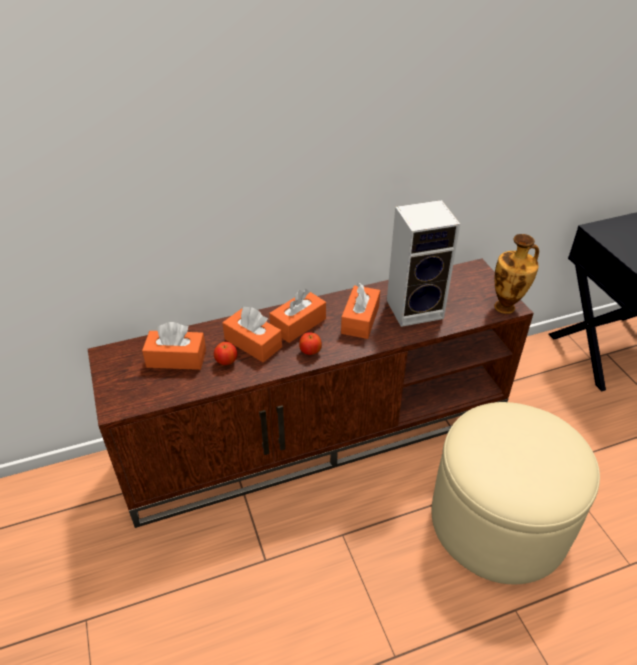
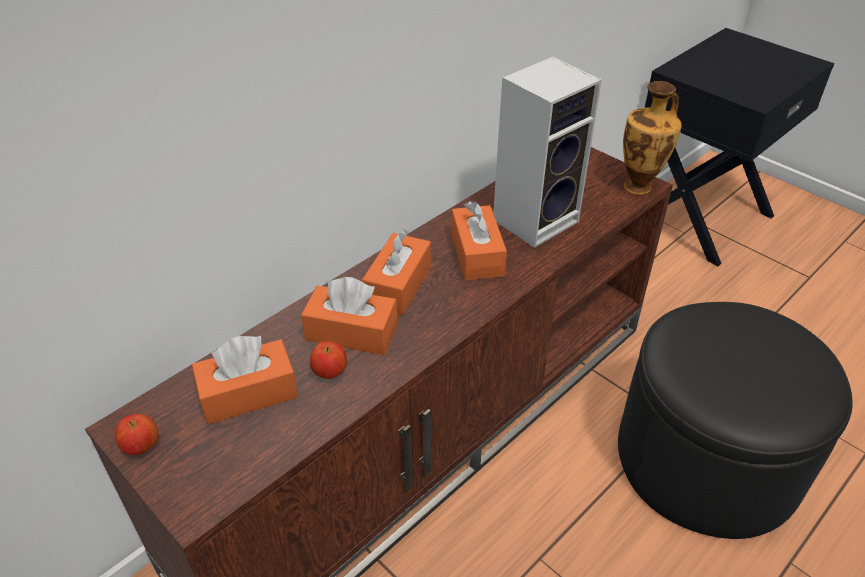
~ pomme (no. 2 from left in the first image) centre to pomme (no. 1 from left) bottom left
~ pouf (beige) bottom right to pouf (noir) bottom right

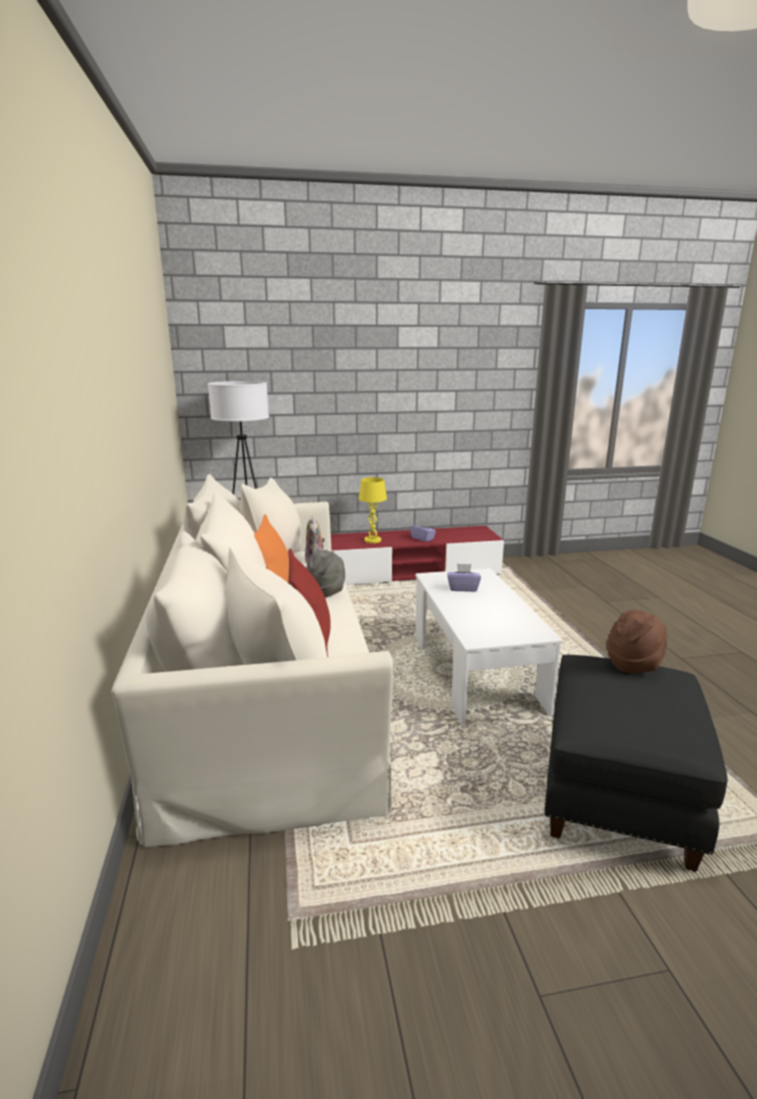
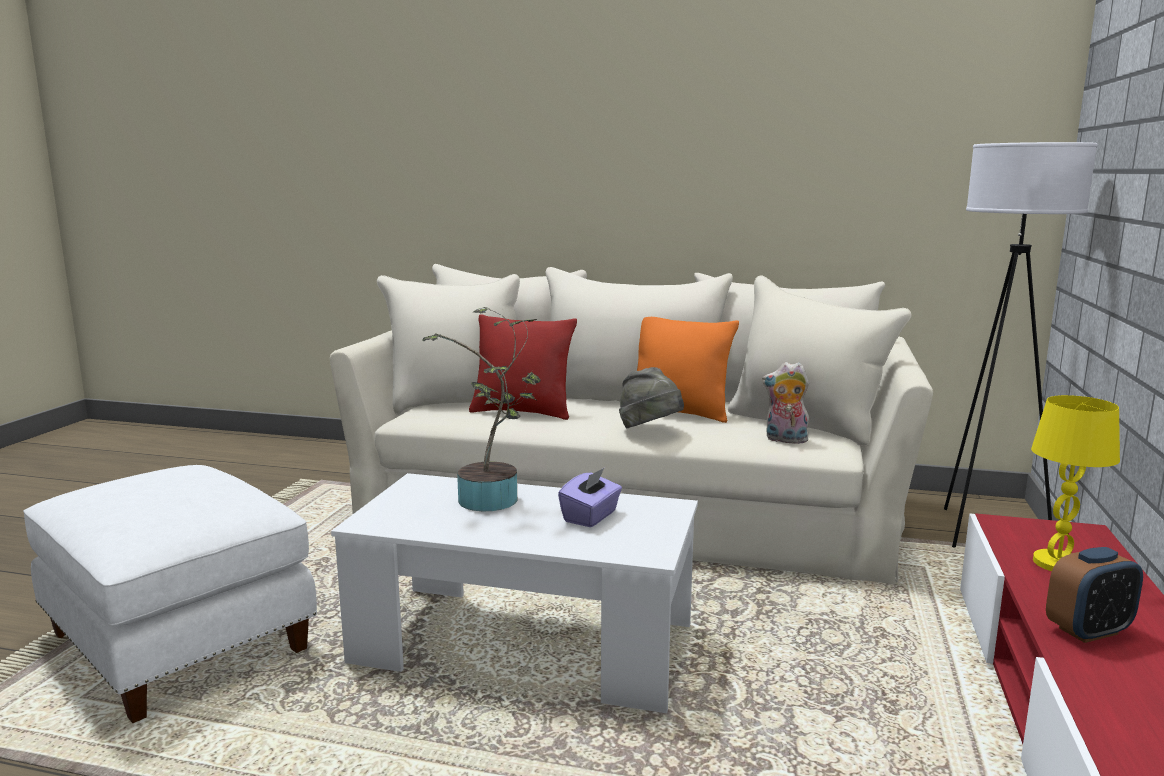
~ pouf (noir) bottom right to pouf (blanc) bottom left
+ plante en pot centre
~ boîte à mouchoirs (violet) (no. 1 from left) centre to réveil bottom right
- chapeau (marron) middle right

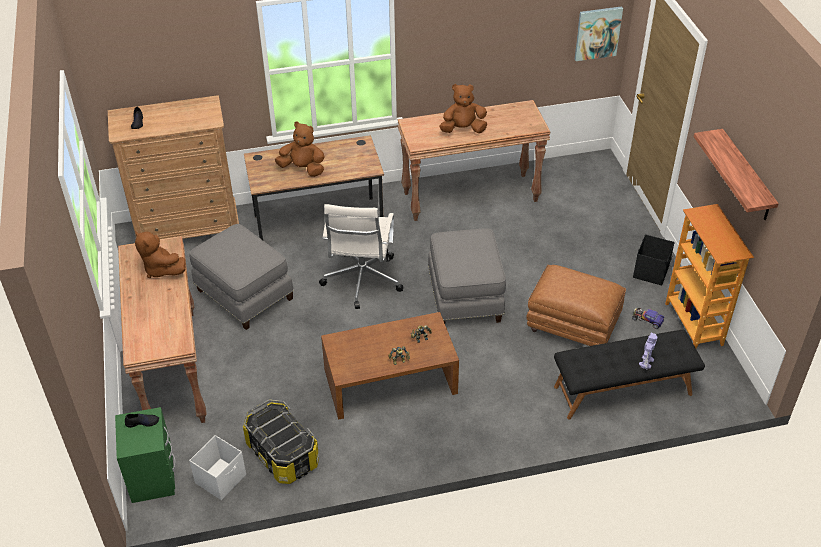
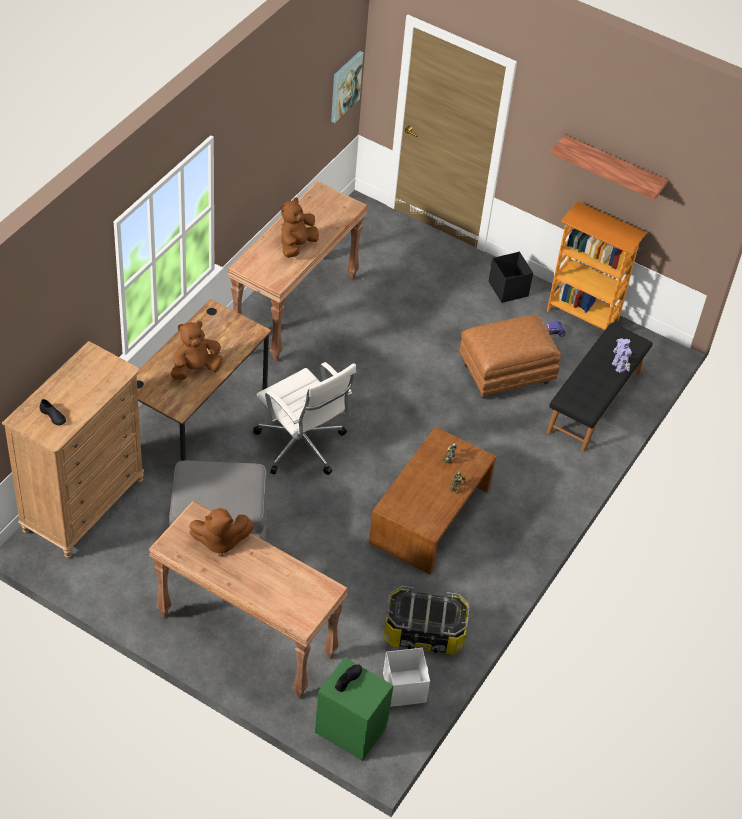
- pouf (gris) (no. 2 from left) centre

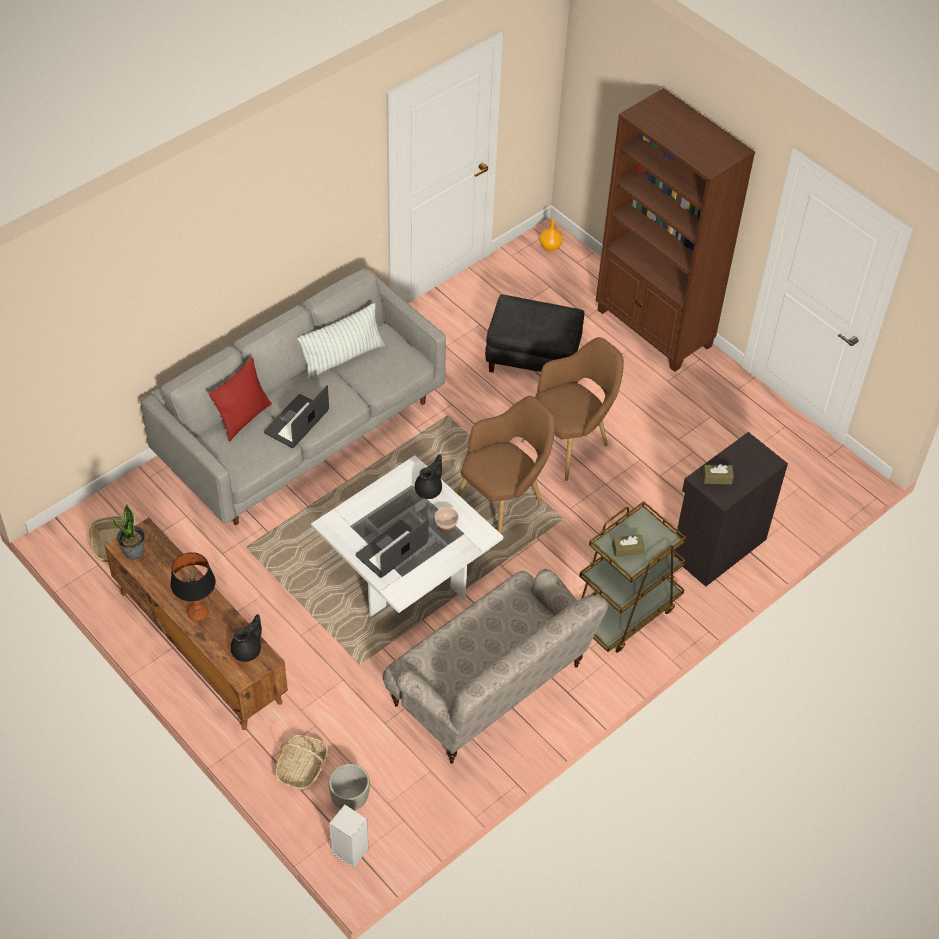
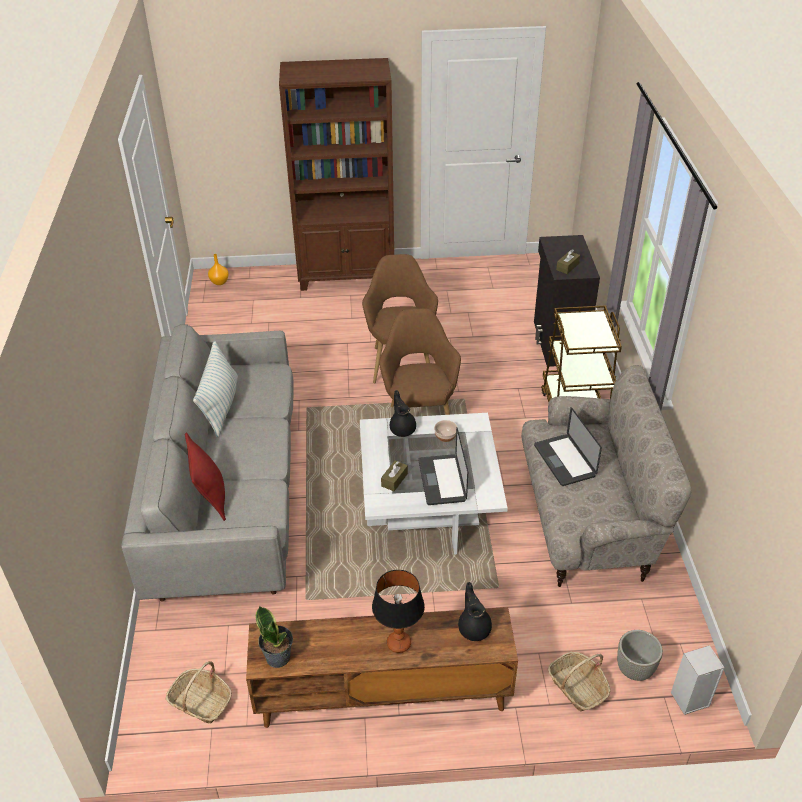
~ boîte à mouchoirs (marron) (no. 1 from left) middle right to centre
~ ordinateur portable (no. 1 from left in the first image) middle left to ordinateur portable (no. 2 from left) middle right
- pouf (noir) centre

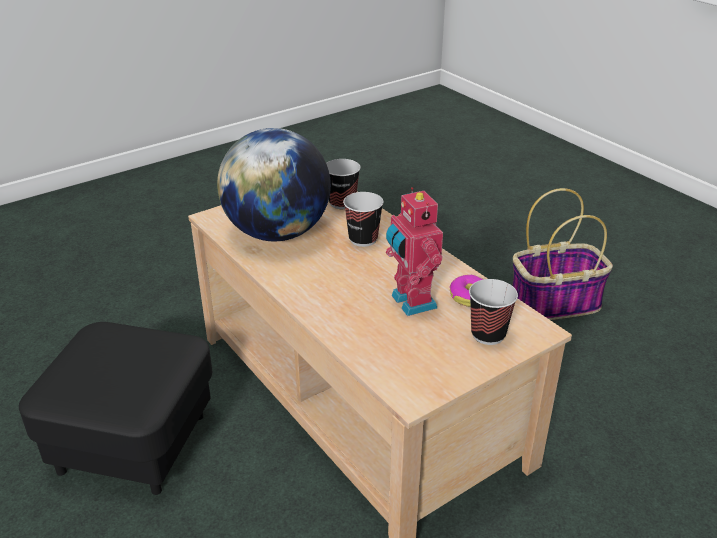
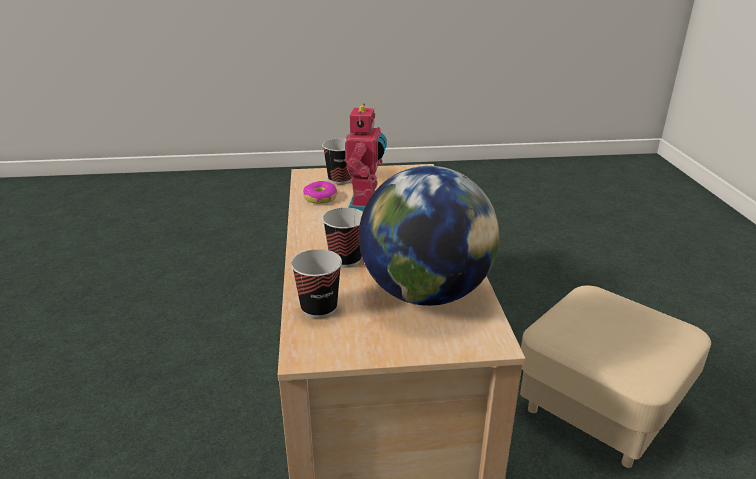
~ pouf (noir) bottom left to pouf (beige) bottom right
- panier middle right

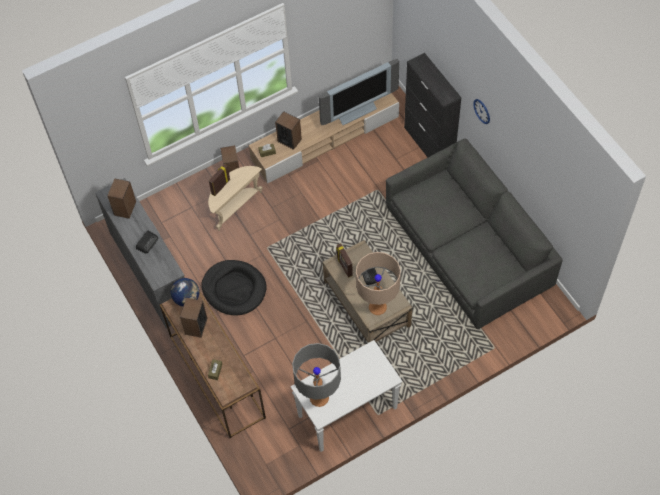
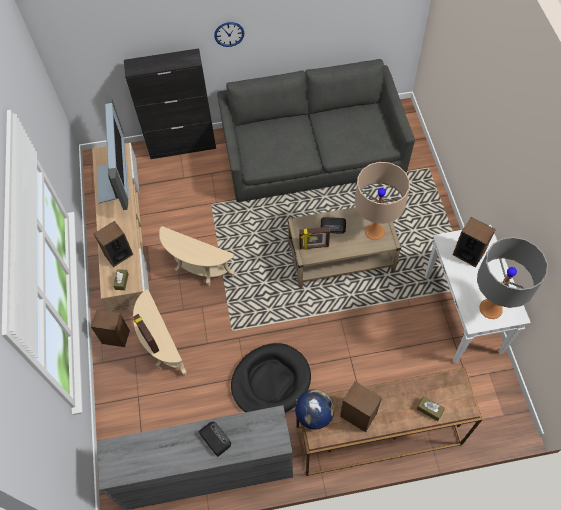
+ table d'appoint (beige) (no. 2 from left) centre
~ enceinte (no. 1 from left in the first image) middle left to enceinte (no. 4 from left) middle right

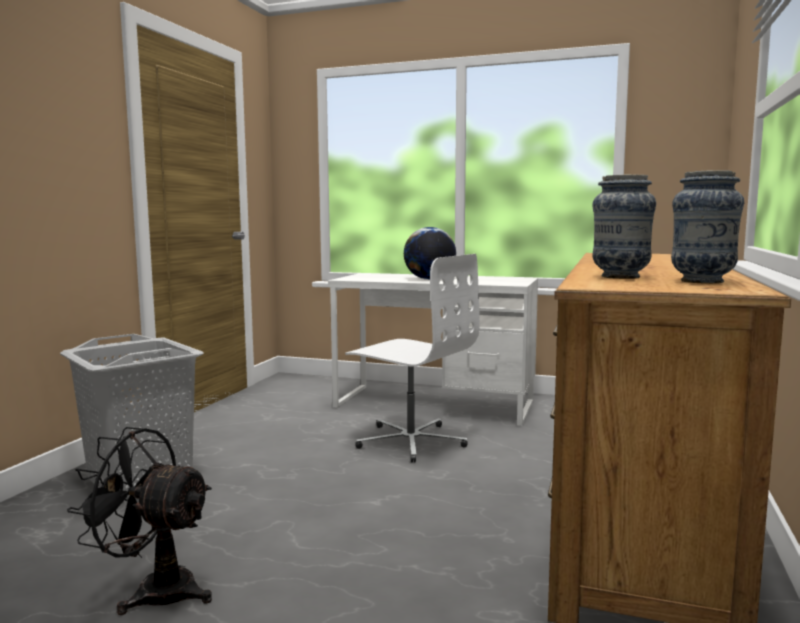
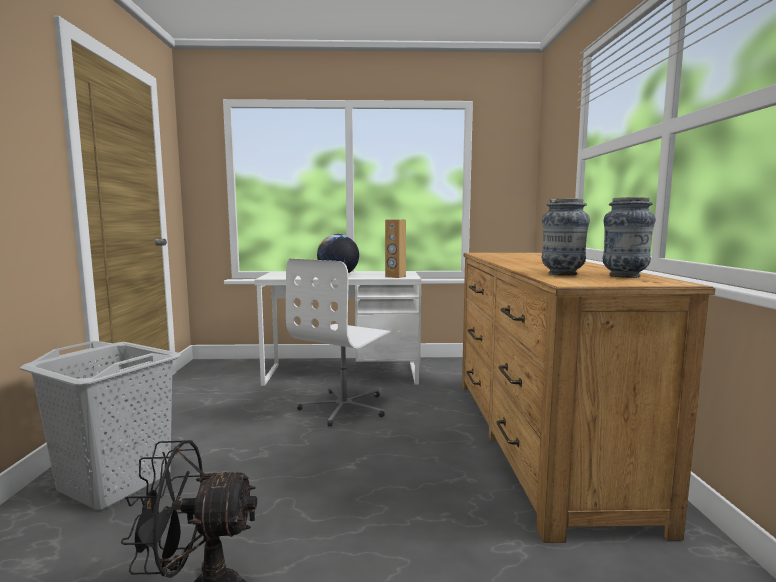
~ chaise de bureau (blanc) centre = centre 105 degrees clockwise
+ enceinte (marron) centre

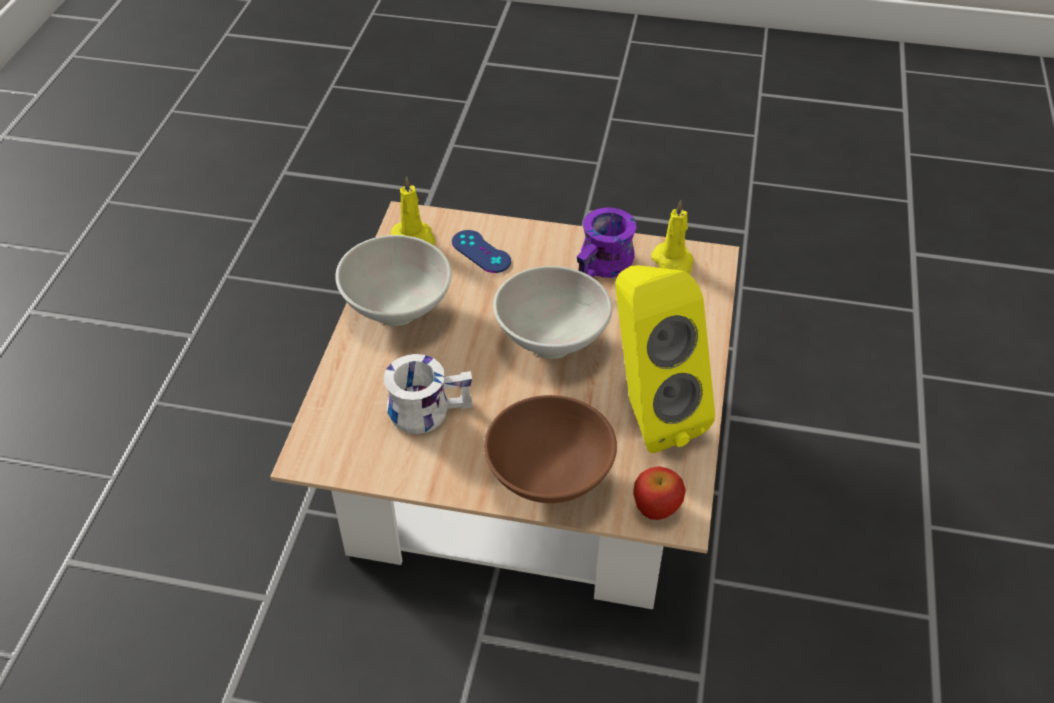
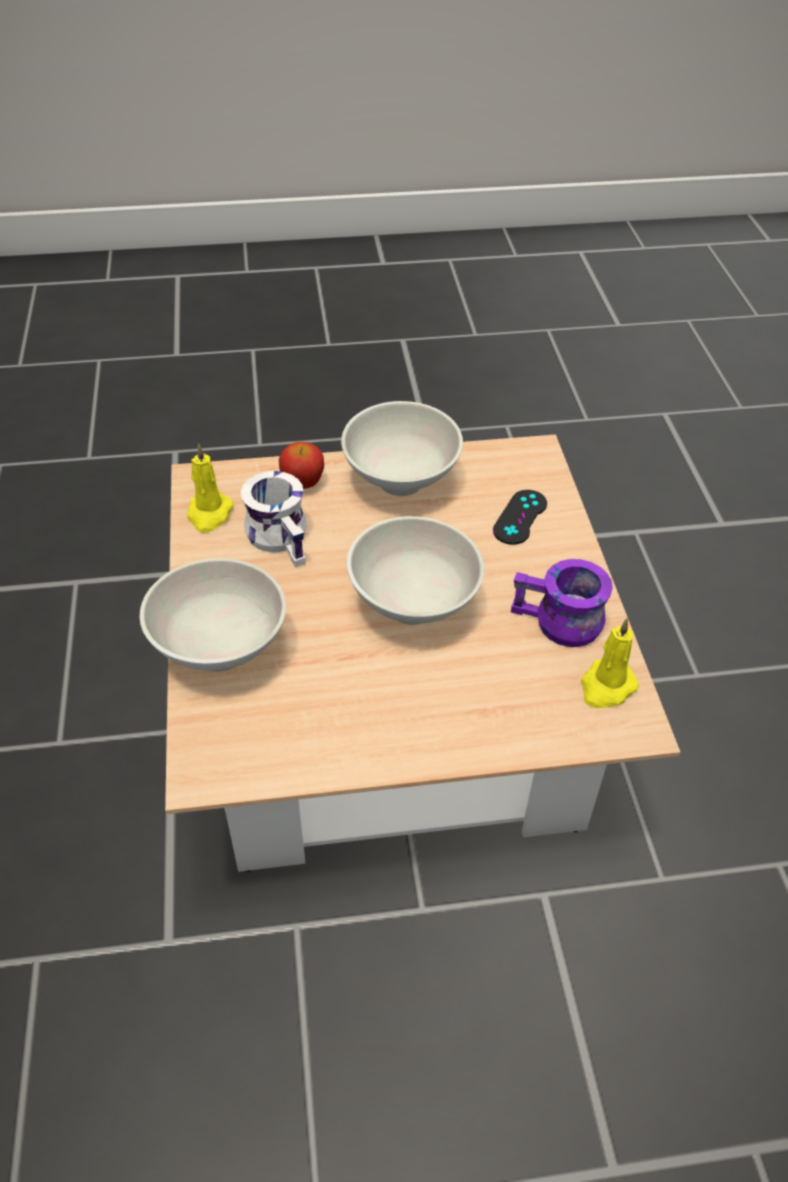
~ bol (marron) centre to bol (blanc) (no. 1 from left) middle left
~ bougie (jaune) (no. 1 from left) top centre to middle left
~ pomme bottom centre to centre
~ manette (bleu) centre to manette (noir) centre
- enceinte (jaune) centre

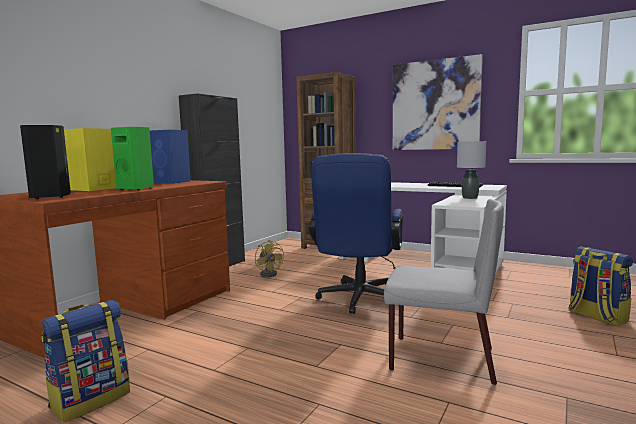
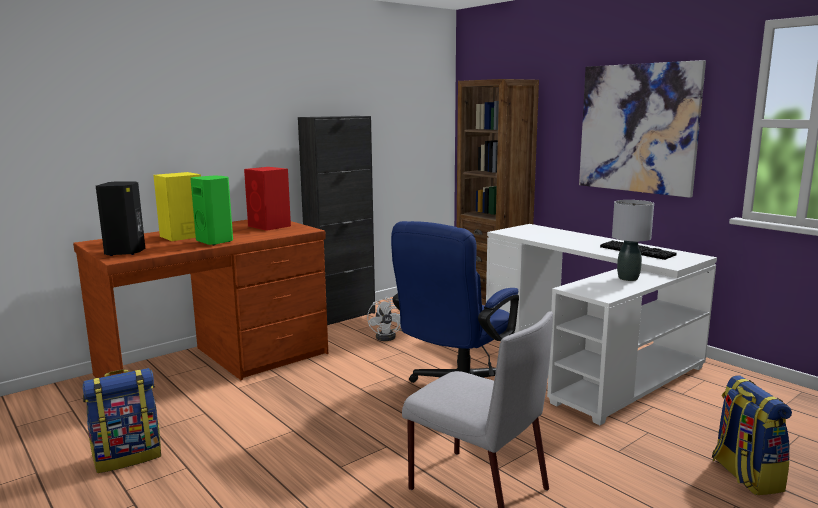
~ enceinte (bleu) middle left to enceinte (rouge) middle left
~ ventilateur (jaune) centre to ventilateur (blanc) centre

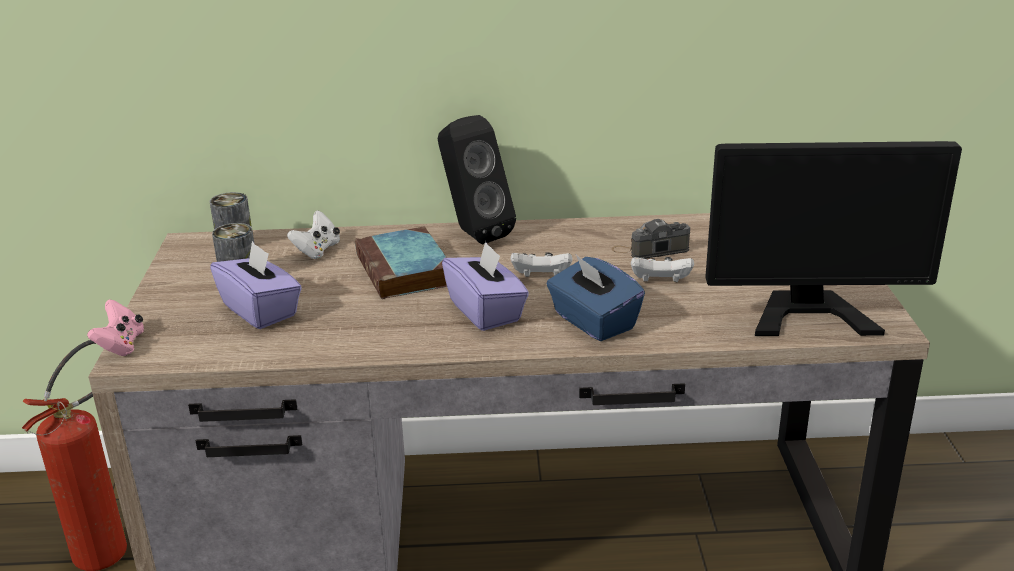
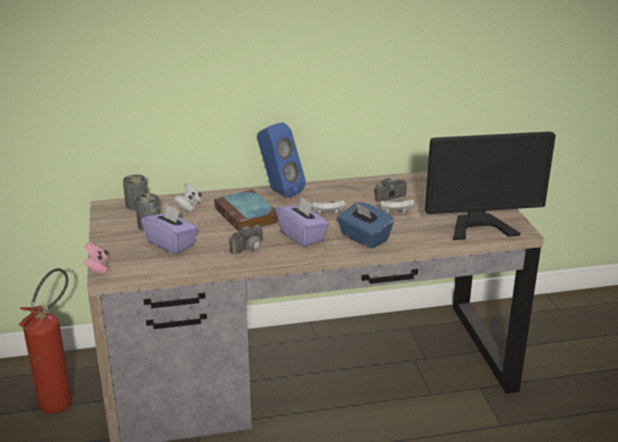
+ appareil photo (no. 1 from left) centre
~ enceinte (noir) top centre to enceinte (bleu) centre

